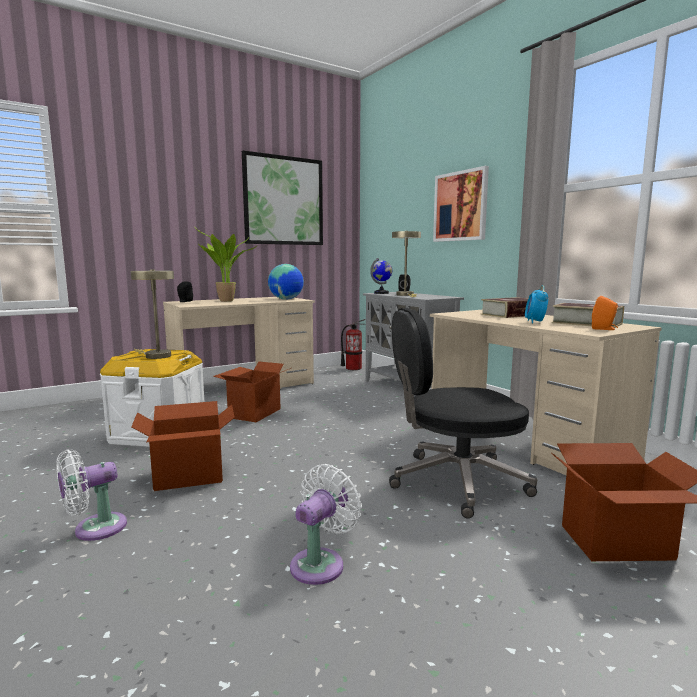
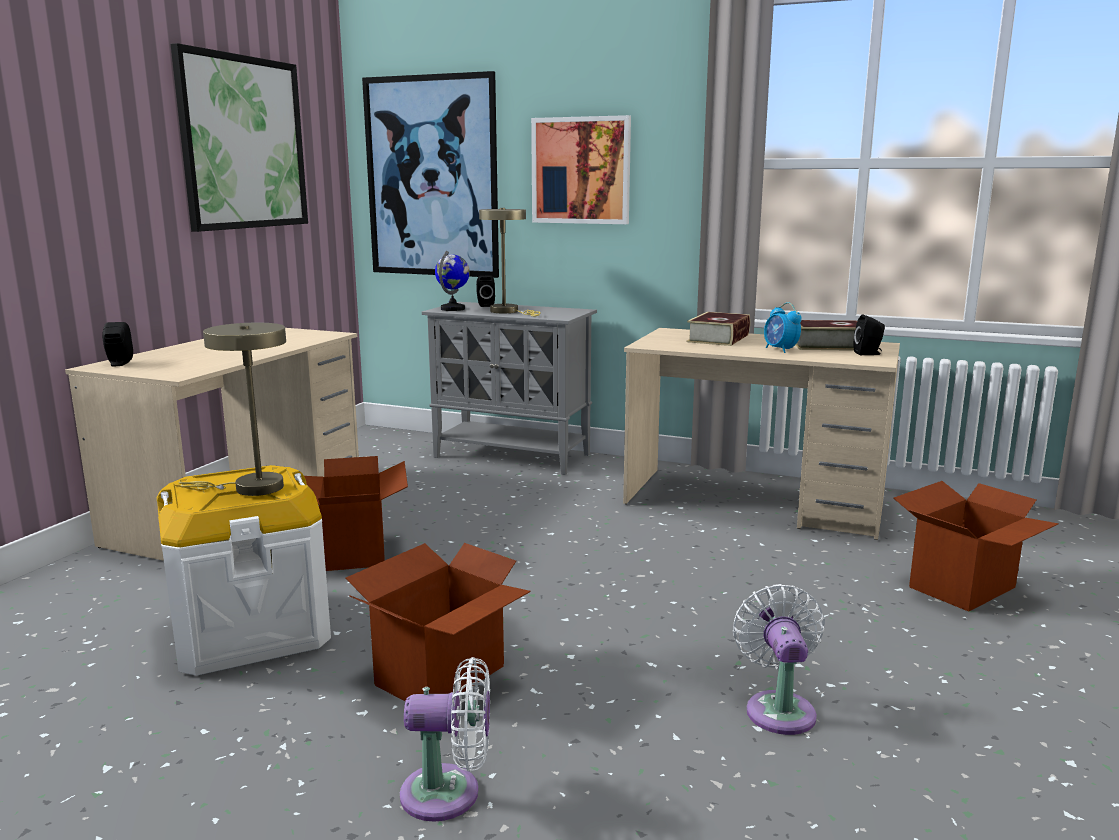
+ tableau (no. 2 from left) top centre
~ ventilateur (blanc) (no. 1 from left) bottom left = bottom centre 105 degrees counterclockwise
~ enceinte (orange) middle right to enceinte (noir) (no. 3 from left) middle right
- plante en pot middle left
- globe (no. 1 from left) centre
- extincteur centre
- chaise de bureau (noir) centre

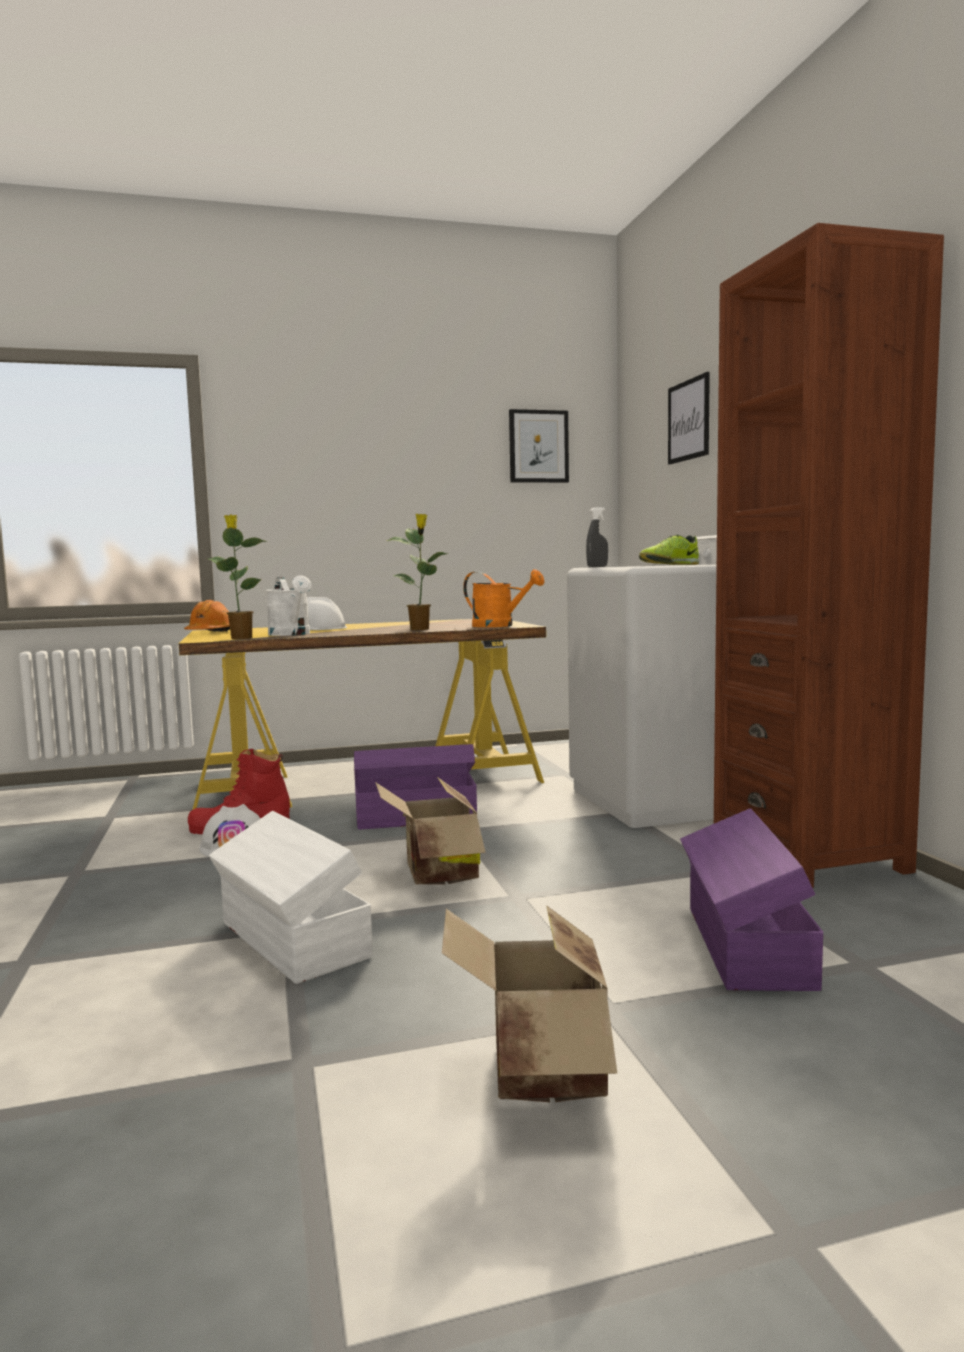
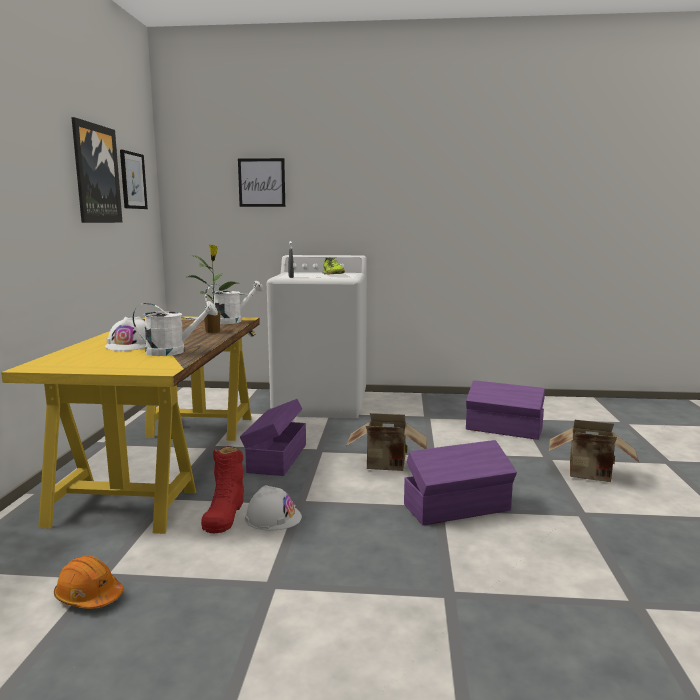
~ casque de chantier (orange) middle left to bottom left
+ tableau (no. 1 from left) top left
~ arrosoir (orange) centre to arrosoir (blanc) (no. 2 from left) centre
~ boîte de rangement (blanc) middle left to boîte de rangement (violet) (no. 2 from left) bottom centre
- plante en pot (no. 1 from left) middle left
- bibliothèque (marron) middle right

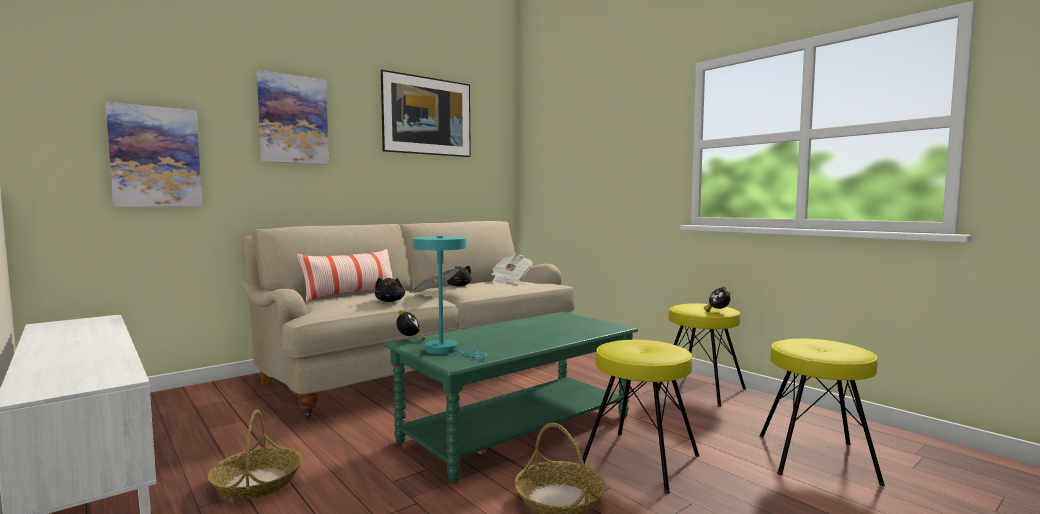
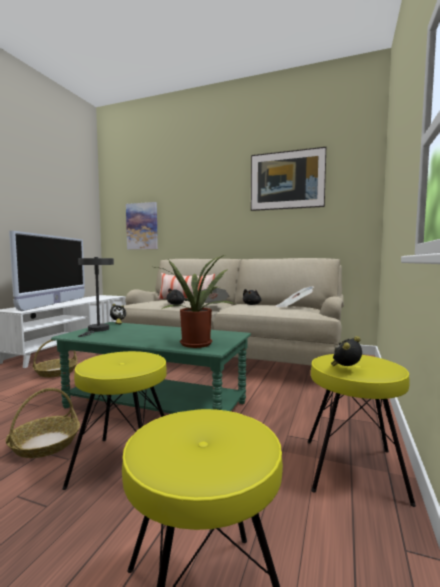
+ téléviseur middle left
~ lampe de table (turquoise) centre to lampe de table (gris) middle left
+ plante en pot centre
- tableau (no. 2 from left) top left

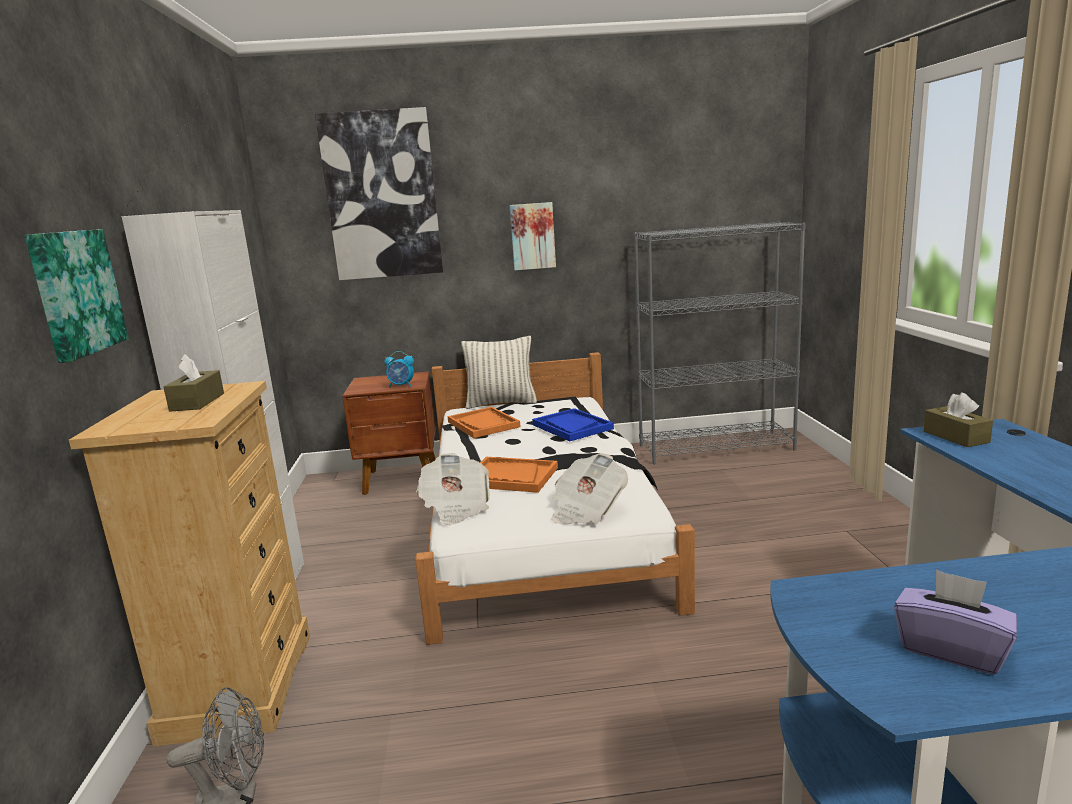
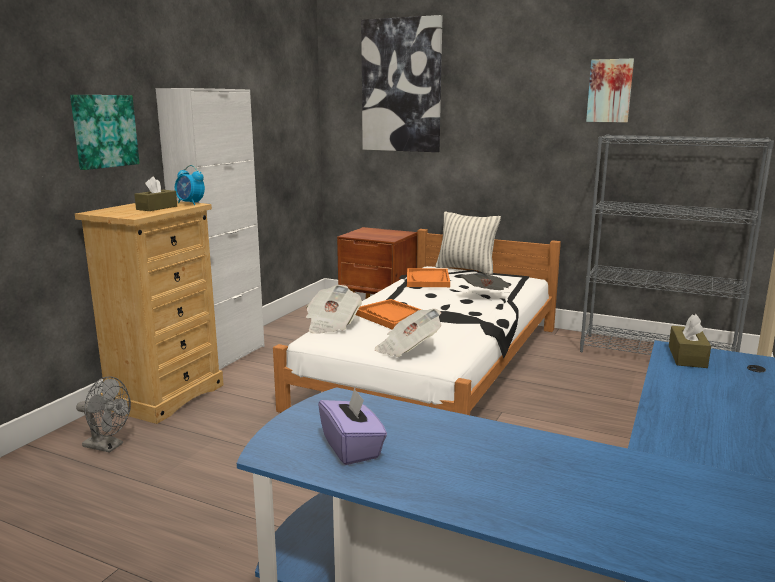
~ réveil centre to top left
~ plateau (bleu) centre to journal (no. 3 from left) centre
~ tableau (no. 3 from left) top centre to top right

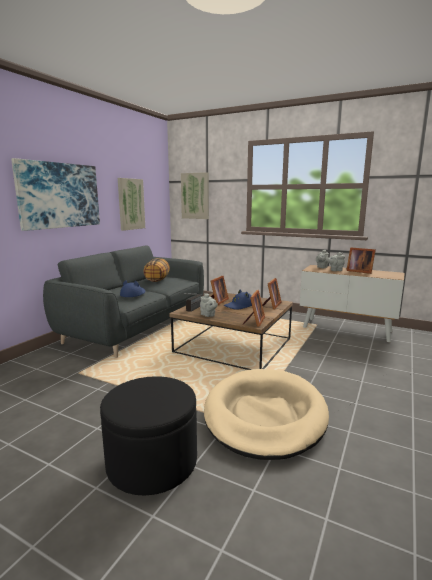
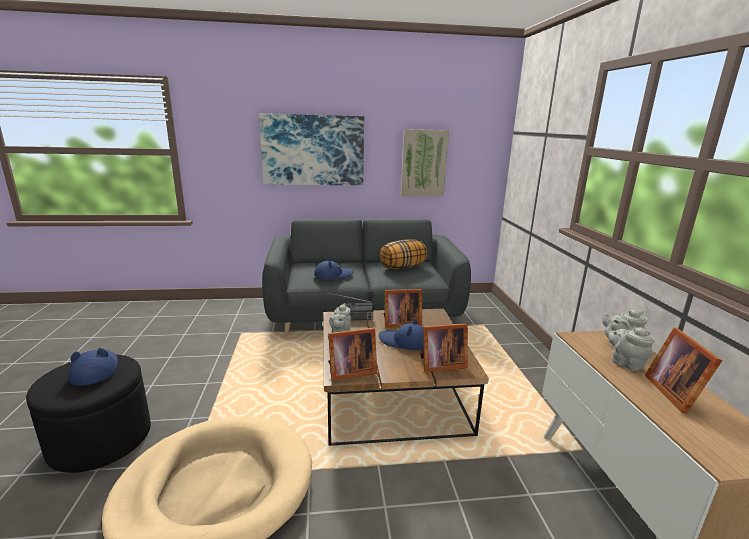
+ chapeau (bleu) (no. 1 from left) bottom left
- tableau (no. 3 from left) centre

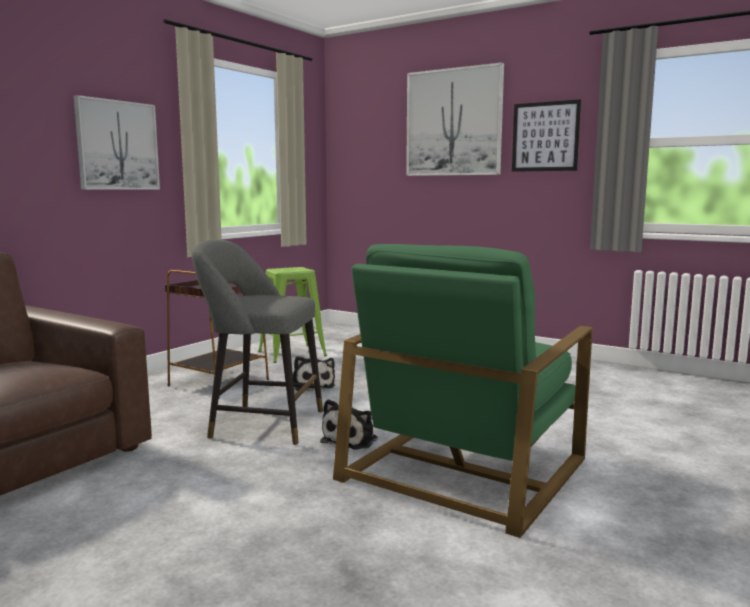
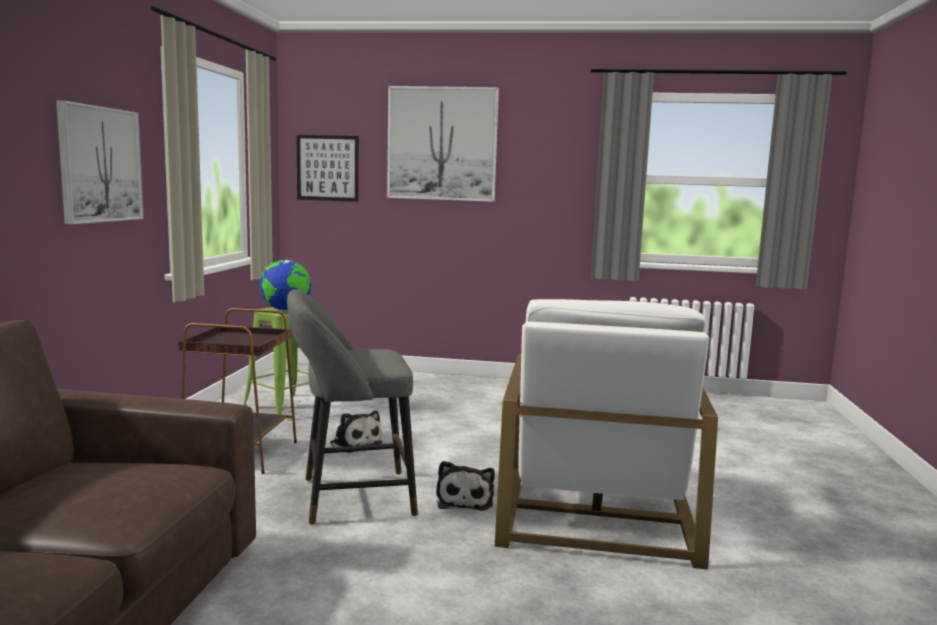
+ globe middle left
~ tableau (no. 3 from left in the first image) top right to tableau (no. 2 from left) top centre
~ fauteuil (vert) centre to fauteuil (blanc) bottom centre

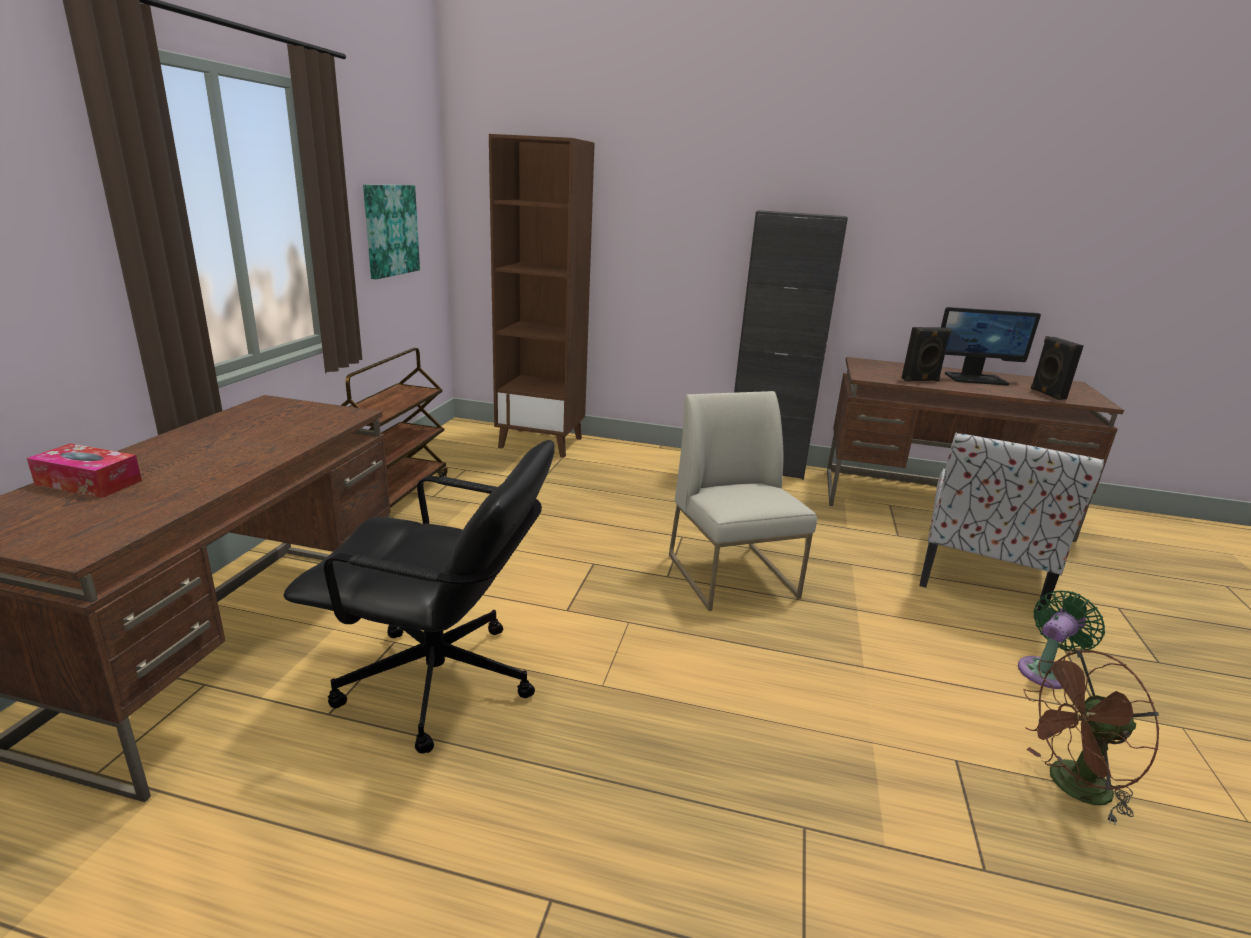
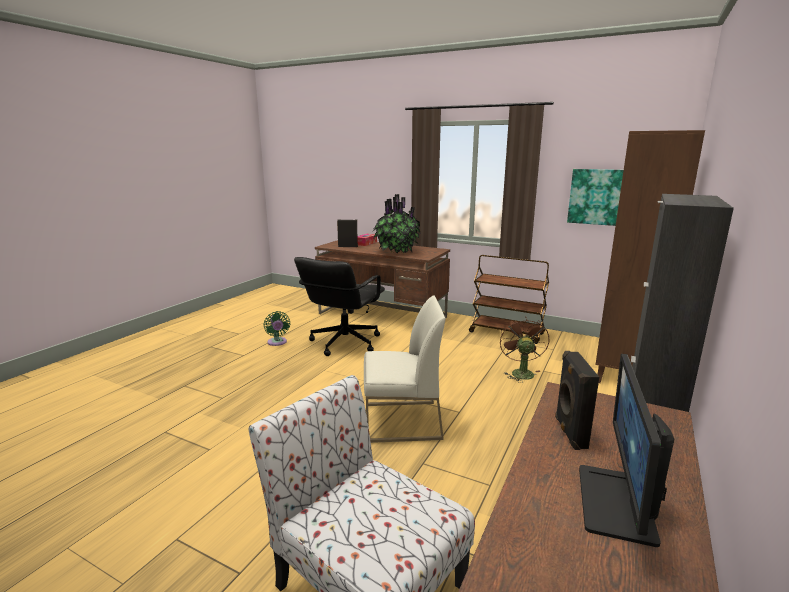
~ ventilateur (vert) bottom right to centre
~ enceinte (noir) (no. 2 from left in the first image) middle right to enceinte (noir) (no. 1 from left) centre
+ plante en pot centre
~ ventilateur (marron) bottom right to centre

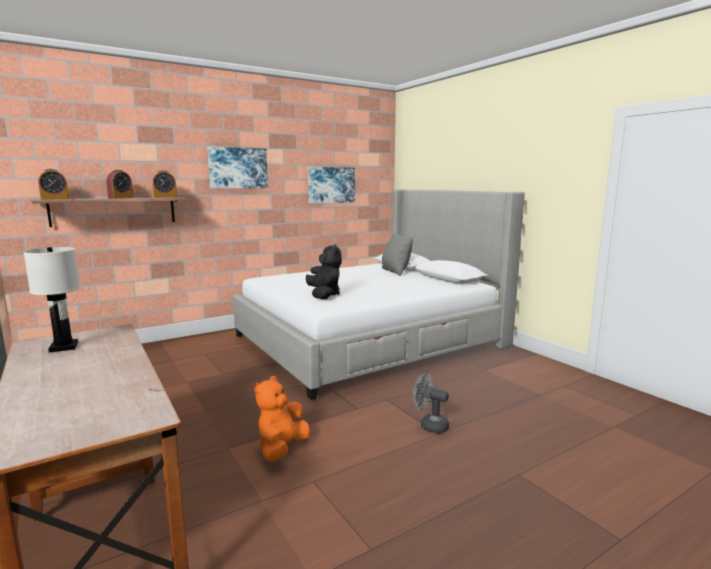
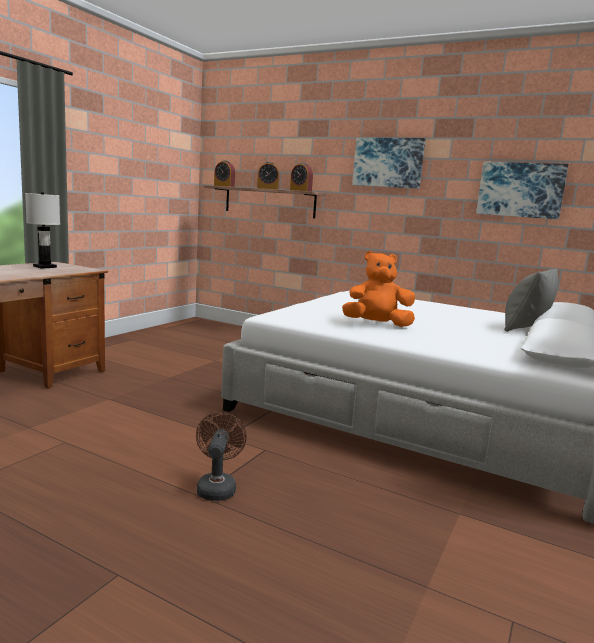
~ ventilateur (gris) bottom centre to ventilateur (marron) bottom centre
~ peluche (orange) bottom centre to centre
- peluche (noir) centre

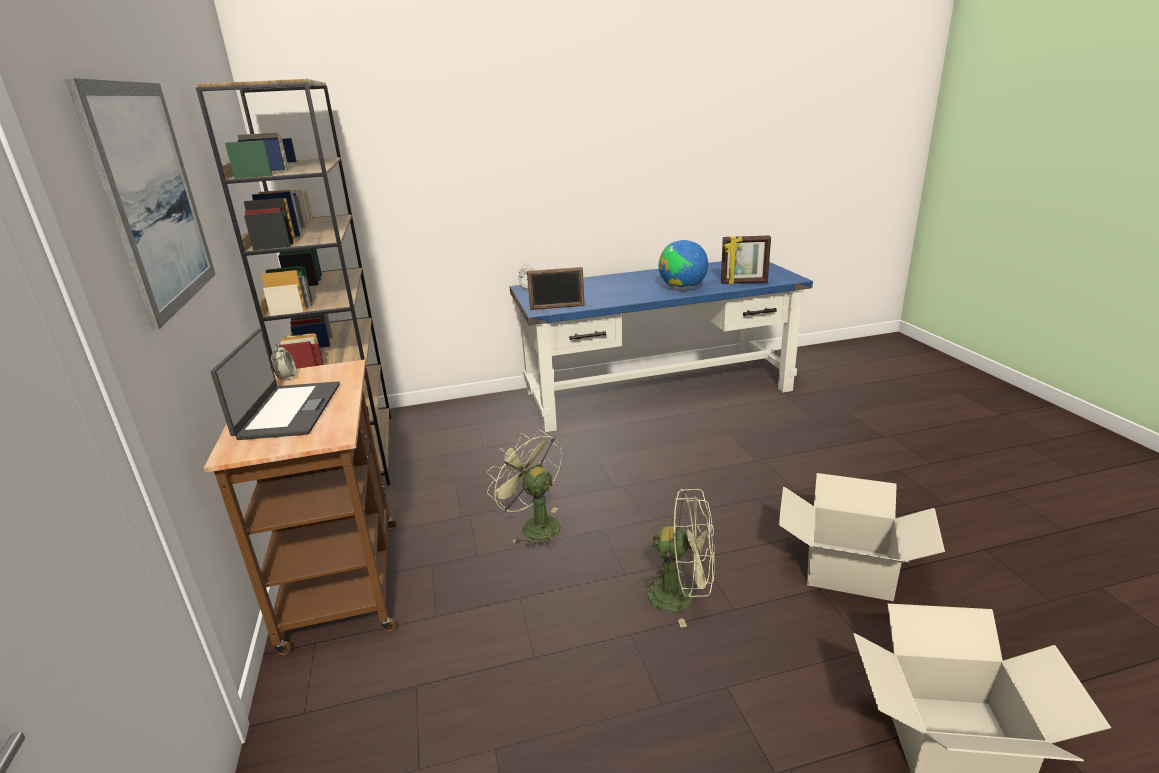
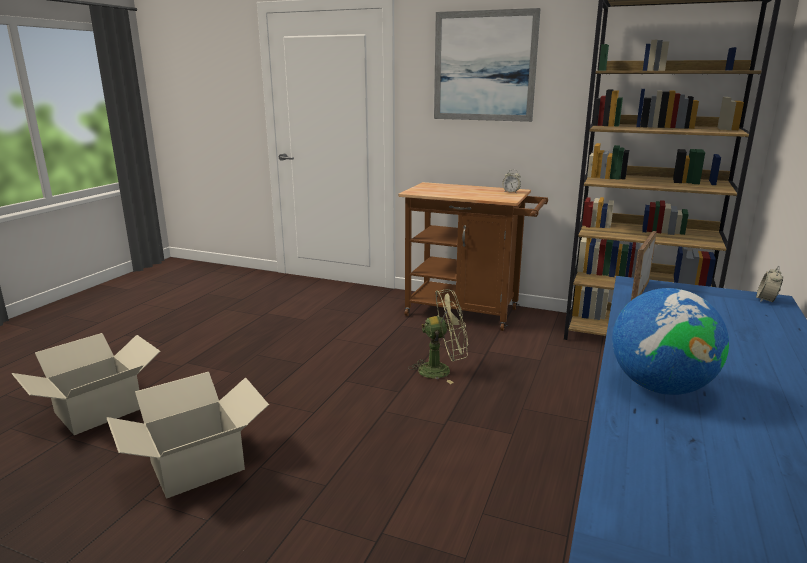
- ordinateur portable middle left
- ventilateur (vert) (no. 2 from left) bottom centre
- cadre photo (no. 2 from left) centre

